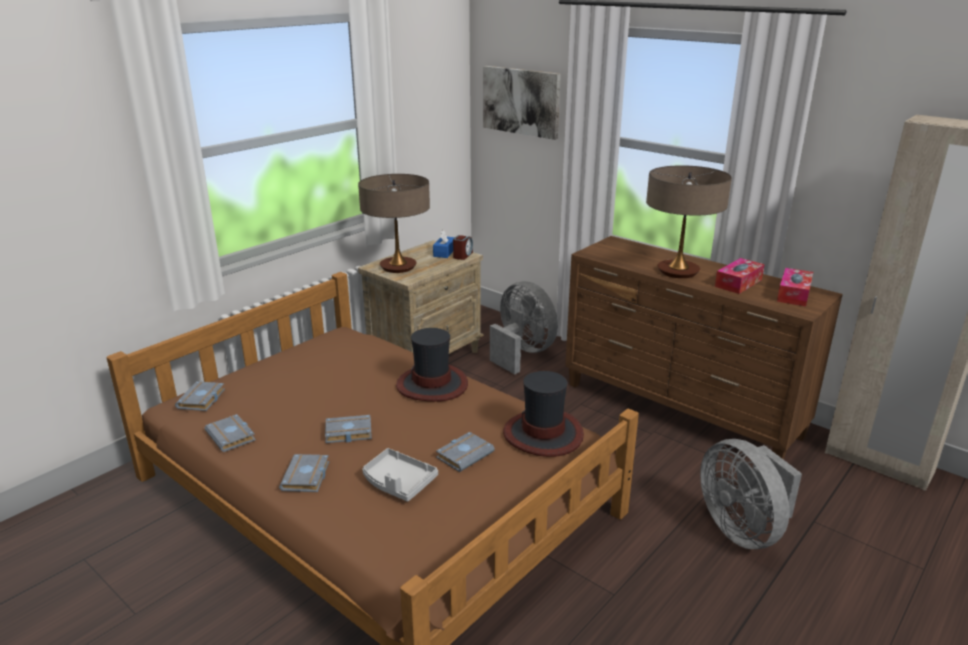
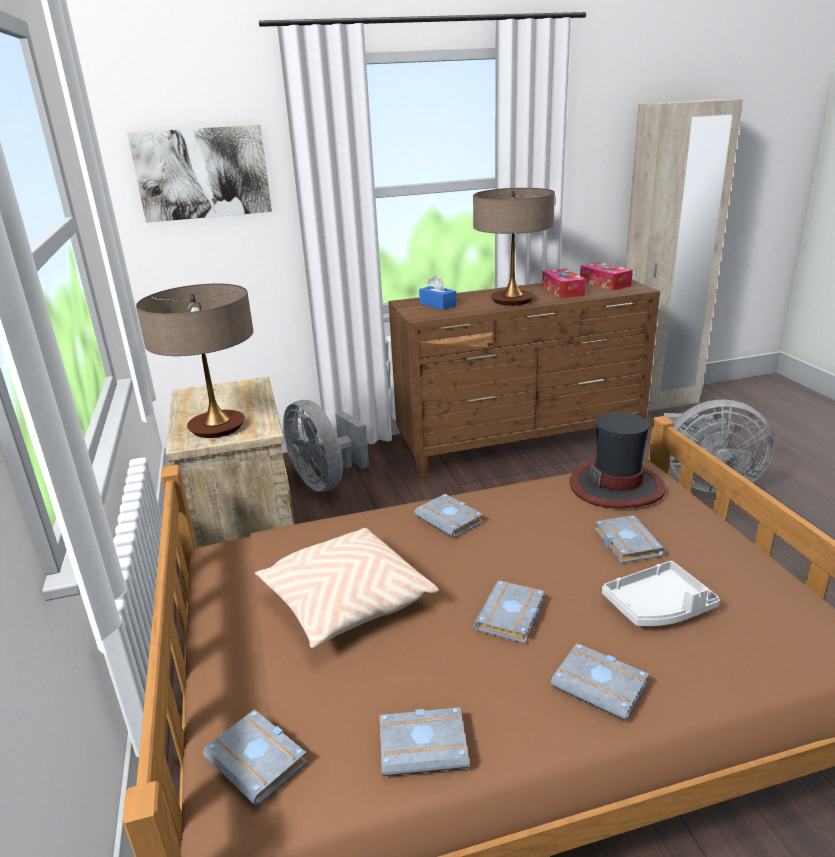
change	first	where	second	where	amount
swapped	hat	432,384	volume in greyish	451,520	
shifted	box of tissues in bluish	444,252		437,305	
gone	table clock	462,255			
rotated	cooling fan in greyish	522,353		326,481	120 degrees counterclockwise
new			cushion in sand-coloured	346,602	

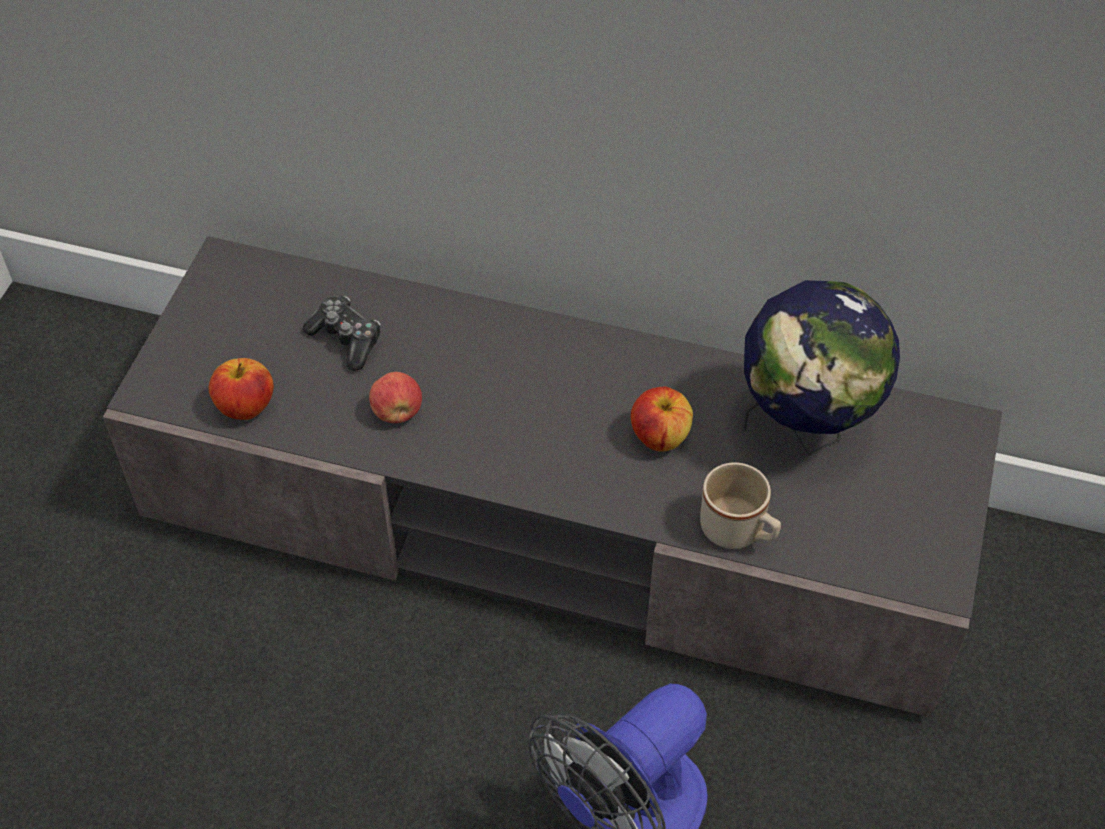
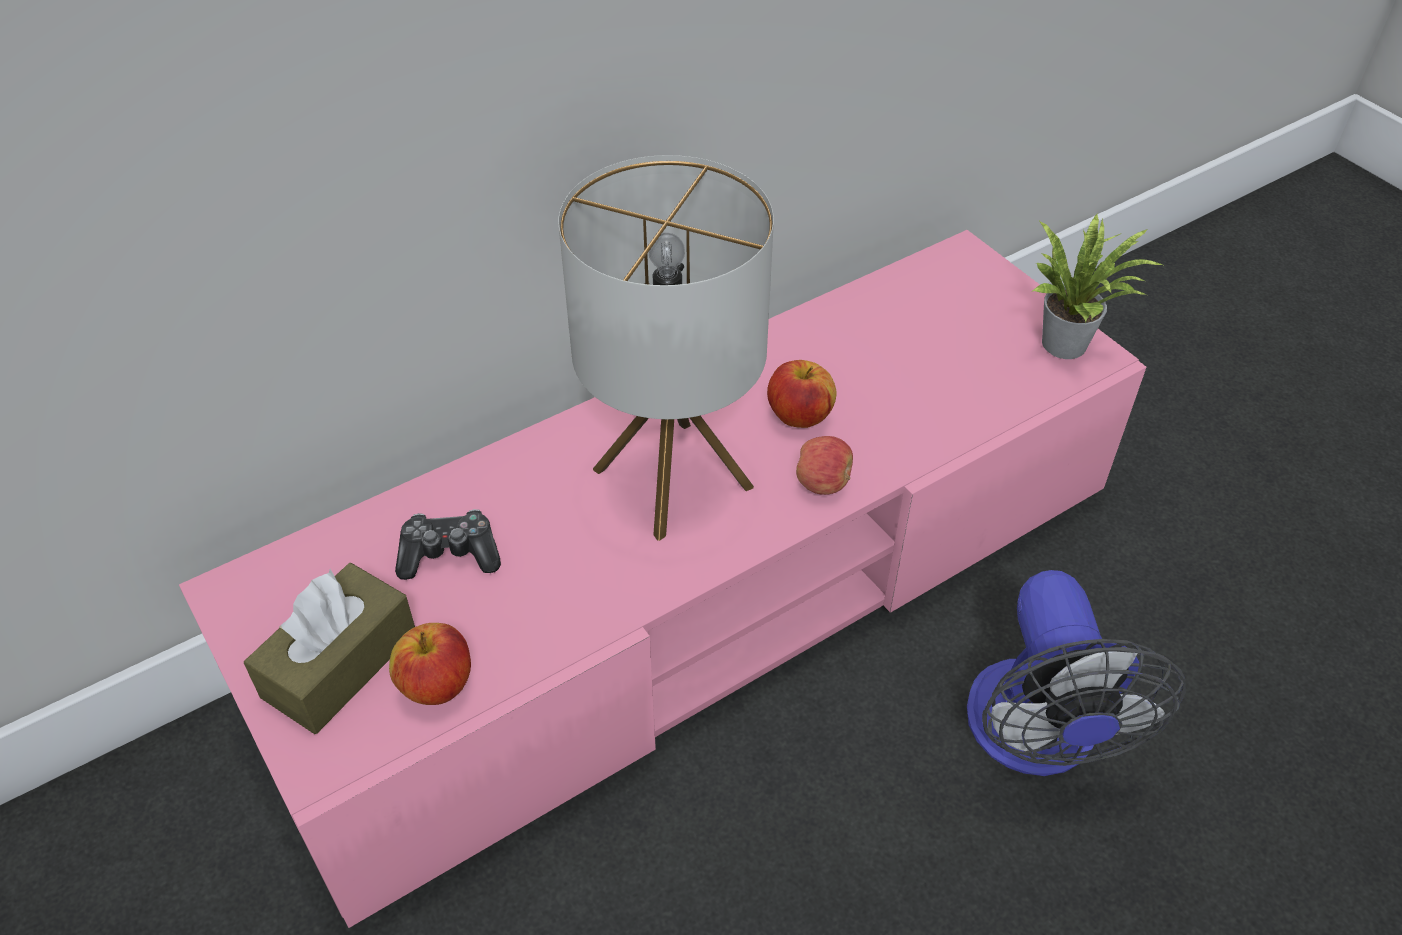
change	first	where	second	where	amount
repainted	tv unit in greyish	552,519	tv unit in pink-coloured	701,594	
shifted	whole apple	397,412		823,483	
gone	tea mug in sand-coloured	739,532			
gone	world globe	805,429			
new			box of tissues in brownish	340,664	
new			lamp for a table	673,478	
new			houseplant	1070,343	

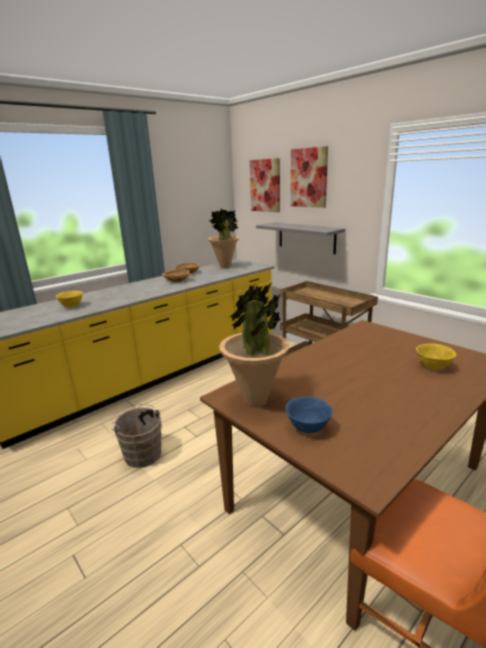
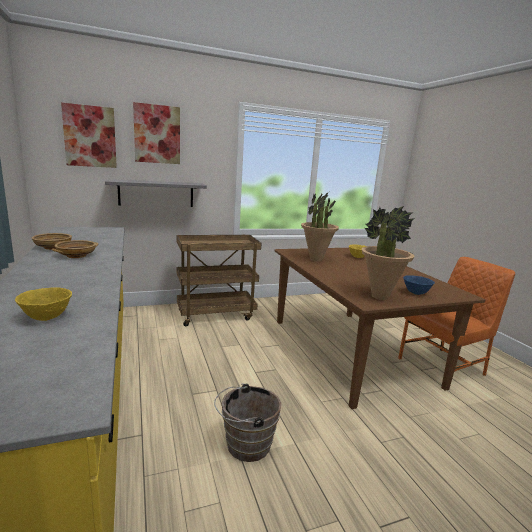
change	first	where	second	where	amount
shifted	houseplant	225,267		315,259	

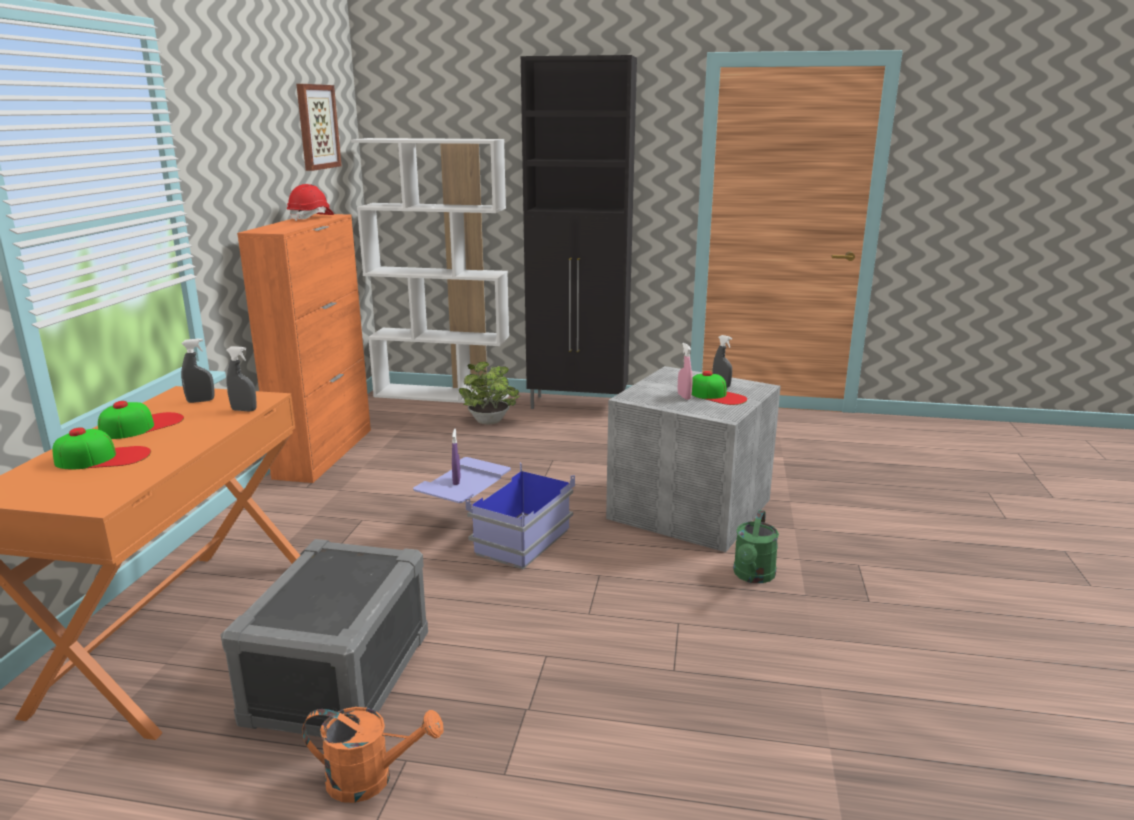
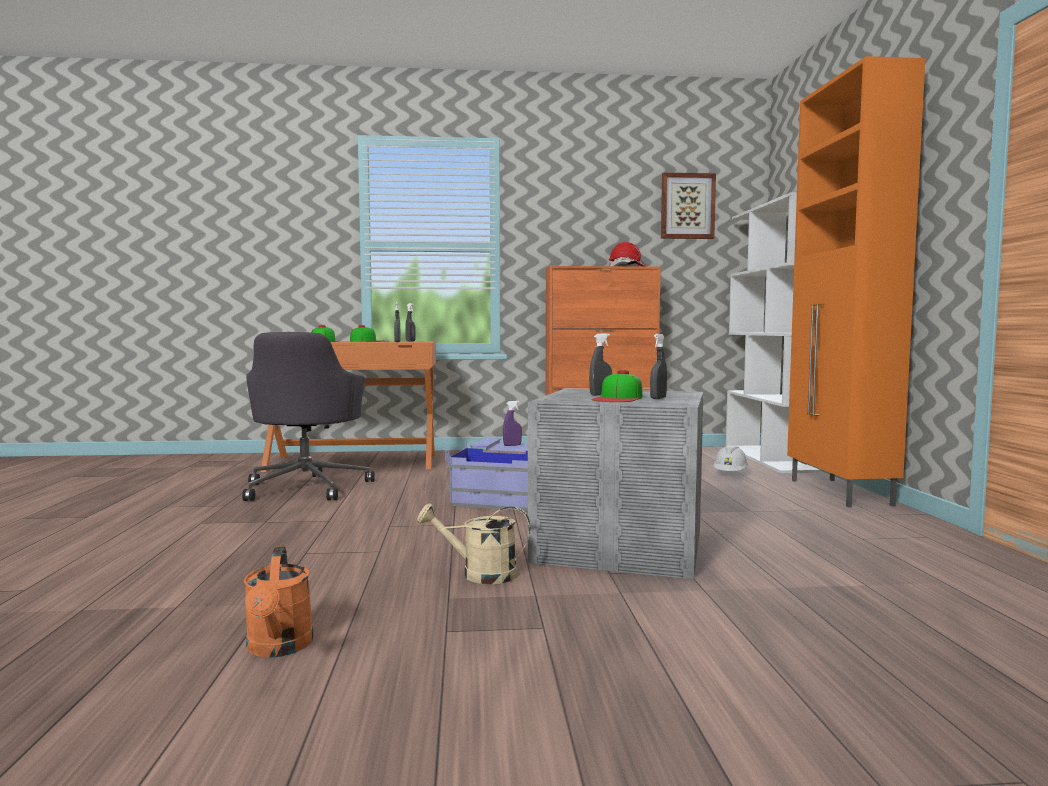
change	first	where	second	where	amount
swapped	storage box in greyish	340,678	office chair in greyish	307,487	
shifted	watering can in orange-coloured	371,779		279,648	
swapped	houseplant	490,422	work helmet in white	730,474	
repainted	cabinet in black-coloured	579,405	cabinet in orange-coloured	839,493	
repainted	hand sprayer in pink-coloured	684,396	hand sprayer in greyish	600,394	
repainted	watering can in greenish	753,576	watering can in sand-coloured	479,574	

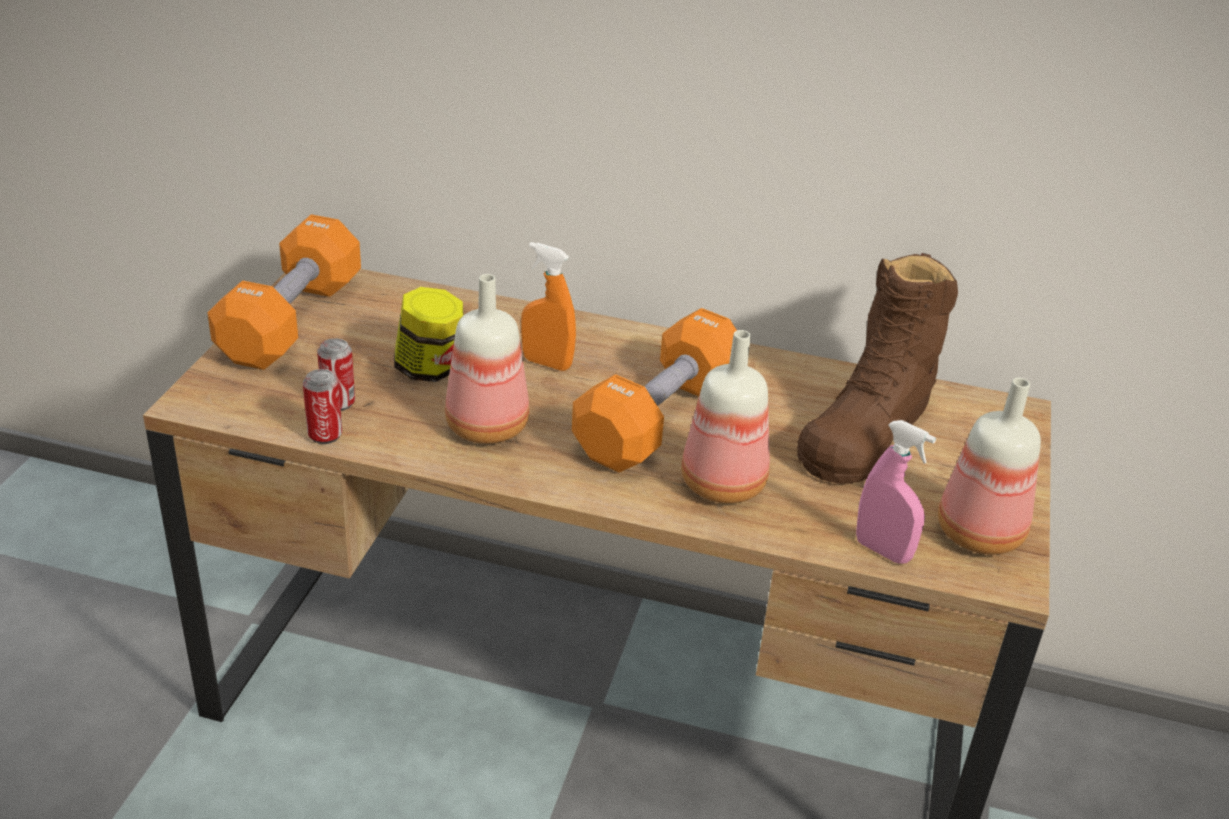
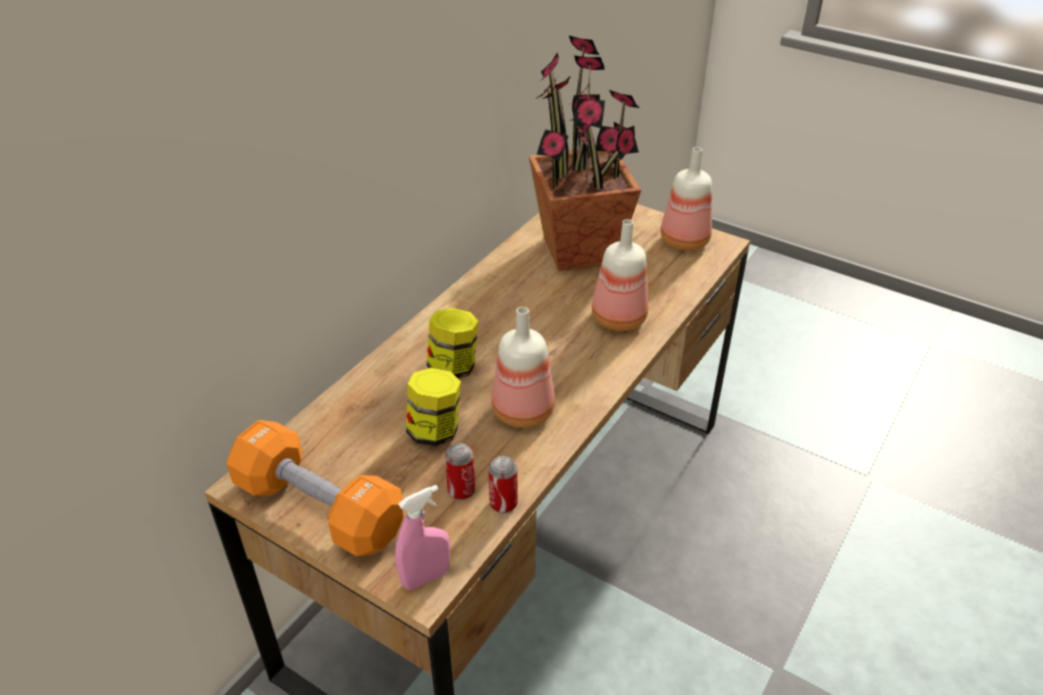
change	first	where	second	where	amount
swapped	hand sprayer in orange-coloured	547,363	preserve jar	453,367	
gone	hand weight in orange-coloured	658,420			
swapped	boot in brownish	867,429	houseplant	580,251	
shifted	hand sprayer in pink-coloured	882,551		426,577	

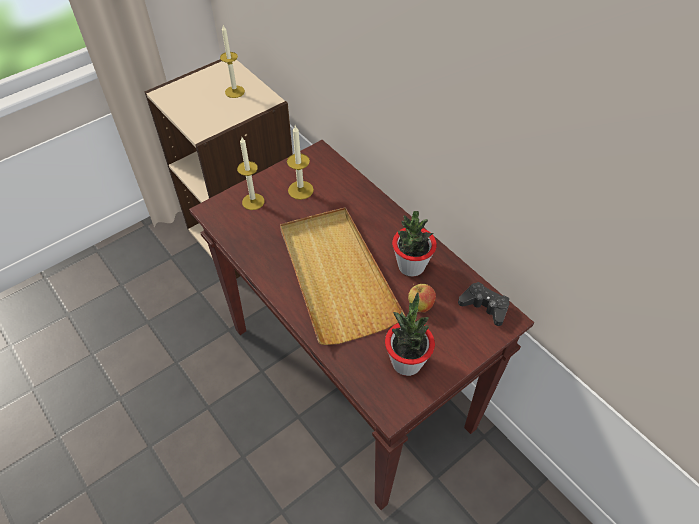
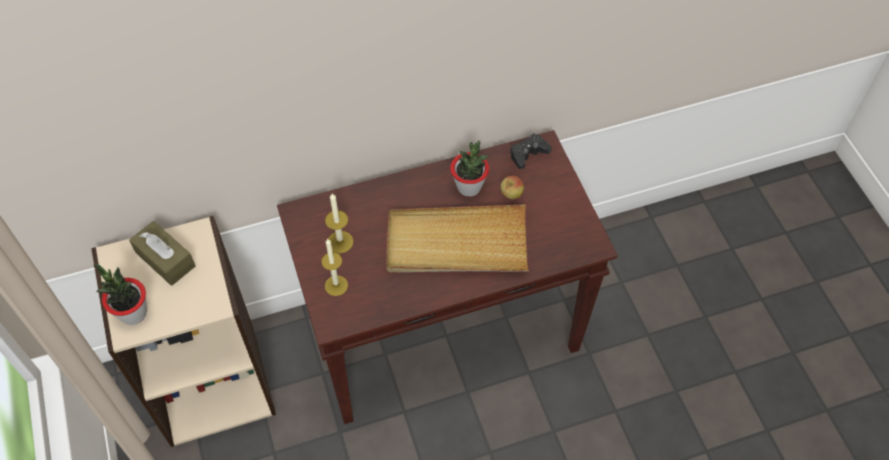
change	first	where	second	where	amount
swapped	wax candle	235,91	box of tissues in brownish	165,259	
shifted	houseplant	406,362		133,313	

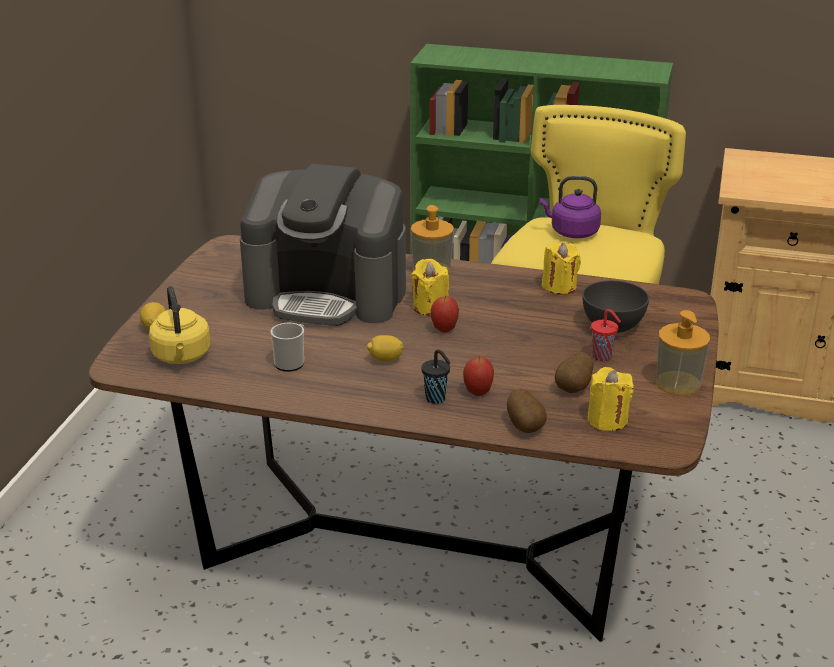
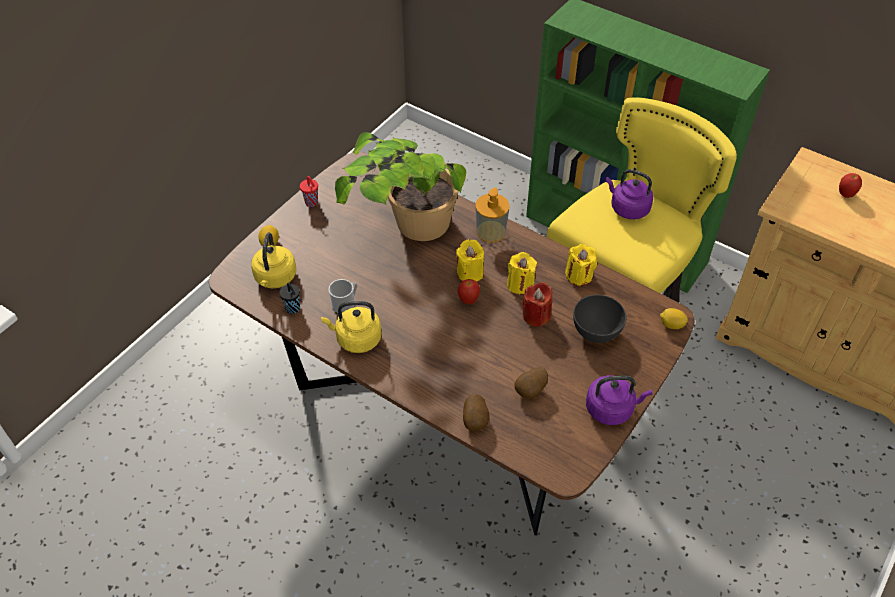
change	first	where	second	where	amount
swapped	coffee machine	328,294	houseplant	403,238	
shifted	citrus fruit	385,360		671,325	
shifted	drinking cup in black-coloured	436,399		293,309	
shifted	whole apple	478,392		845,195	
shifted	wax candle in yellow	607,420		520,284	
shifted	drinking cup in red-coloured	603,357		312,203	
swapped	soap bottle	678,383	kettle in purplish	611,409	
new			kettle in yellow	356,339	
new			wax candle in red-coloured	536,316	

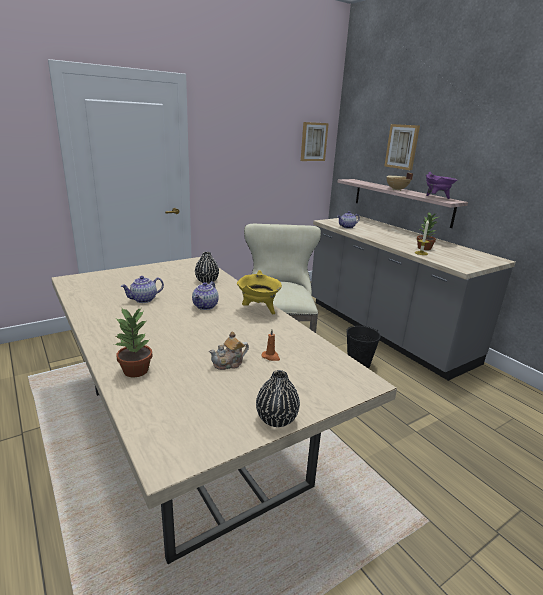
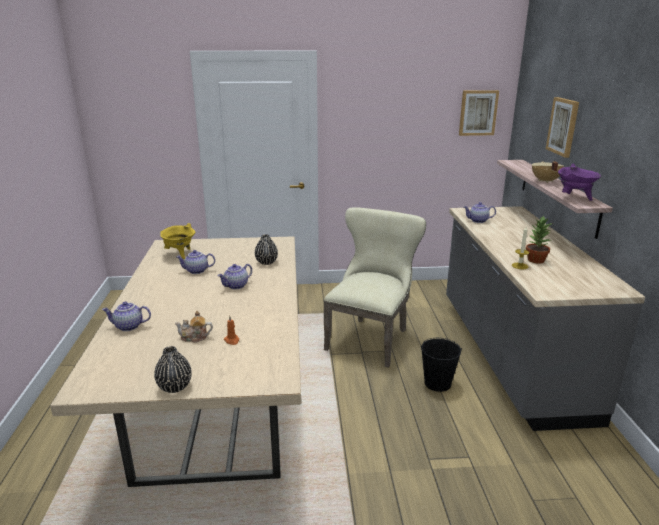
change	first	where	second	where	amount
swapped	houseplant	136,371	teapot	128,327	
shifted	cooking pot in yellow	259,310		180,254	

